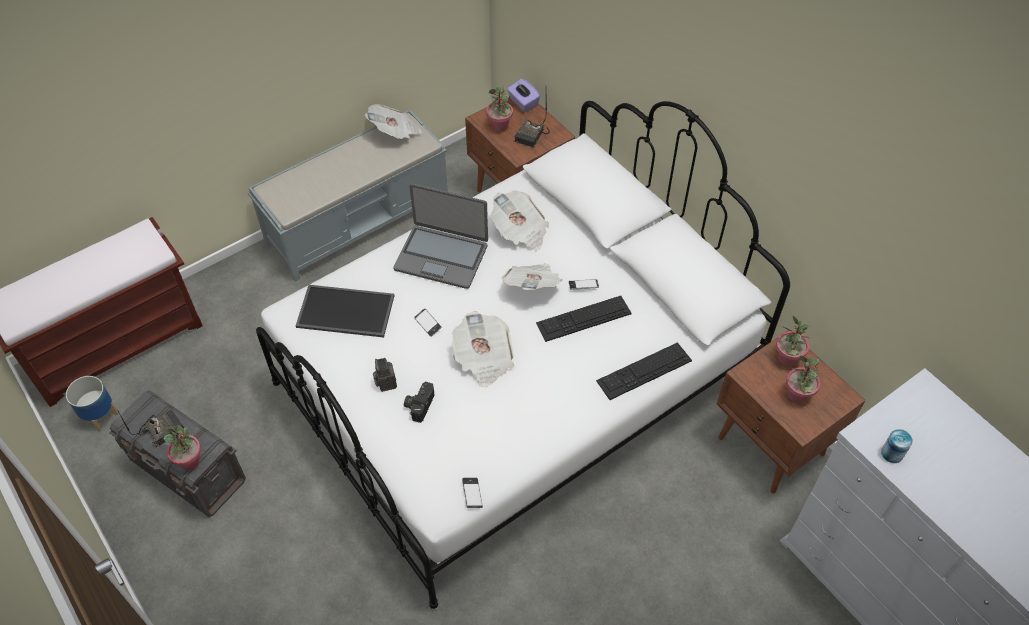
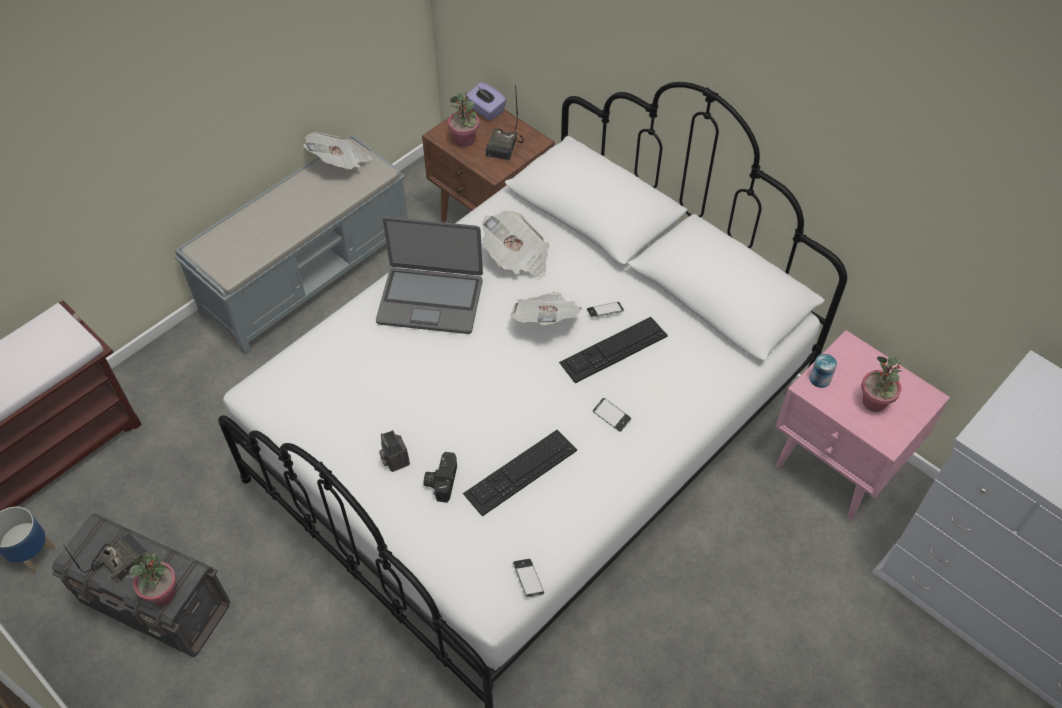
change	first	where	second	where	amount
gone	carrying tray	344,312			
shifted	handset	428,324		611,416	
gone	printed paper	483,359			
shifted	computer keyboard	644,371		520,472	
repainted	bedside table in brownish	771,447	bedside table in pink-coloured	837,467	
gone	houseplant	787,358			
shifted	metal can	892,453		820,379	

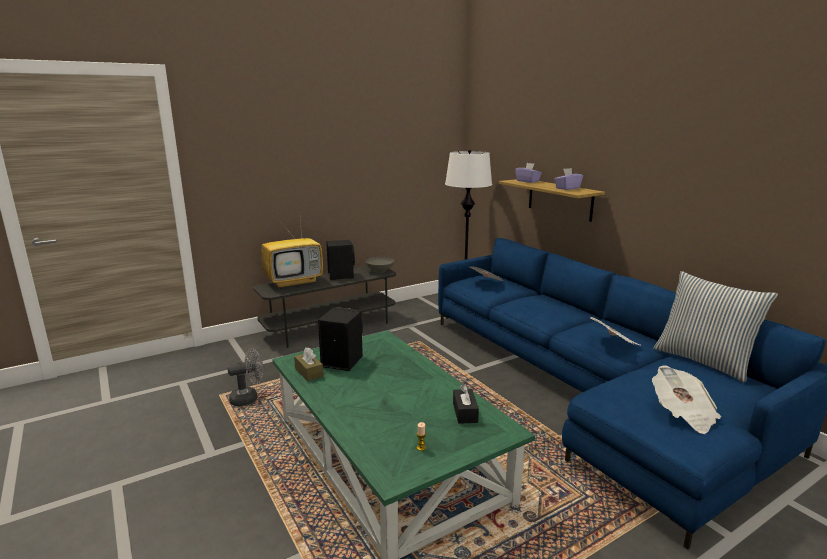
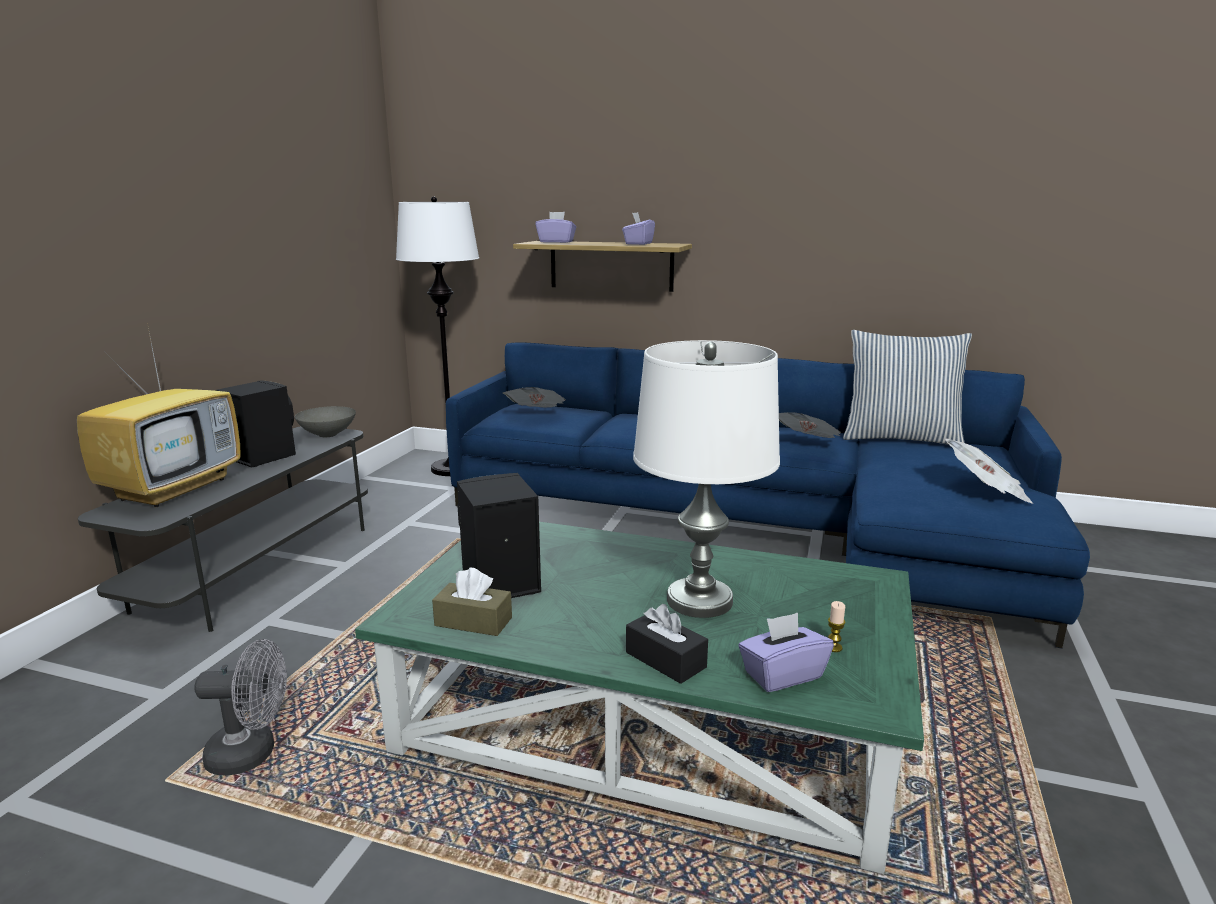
change	first	where	second	where	amount
rotated	cooling fan in greyish	248,398		252,754	60 degrees clockwise
shifted	box of tissues in black-coloured	465,412		665,660	
new			lamp for a table in white	699,600	
new			box of tissues in purplish	782,674	

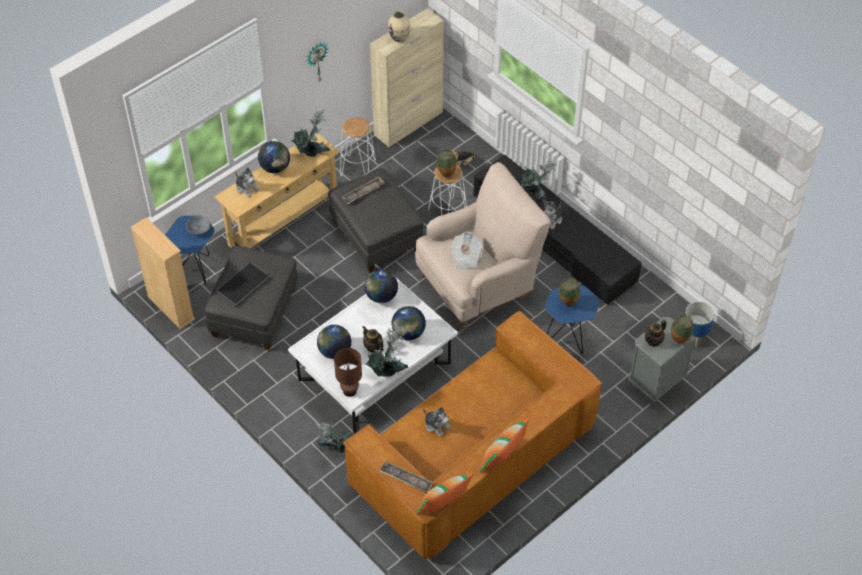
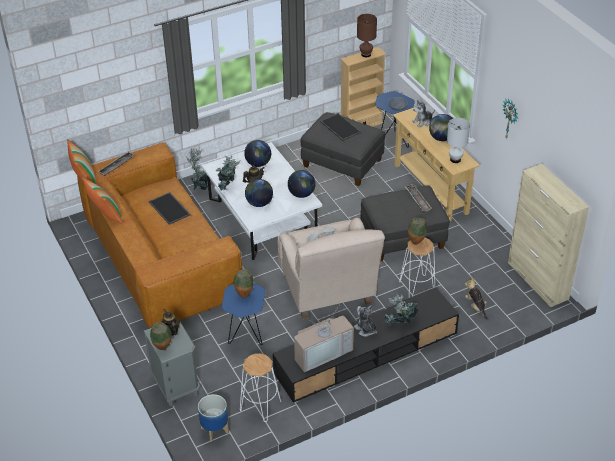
change	first	where	second	where	amount
swapped	houseplant	312,152	lamp for a table in white	455,160	
shifted	lamp for a table in brownish	350,391		365,54	
shifted	sitting stool in white	358,167		260,406	
gone	decorative vase in sand-coloured	399,38			
swapped	plush toy	436,425	carrying tray	170,208	
new			TV set	322,352	

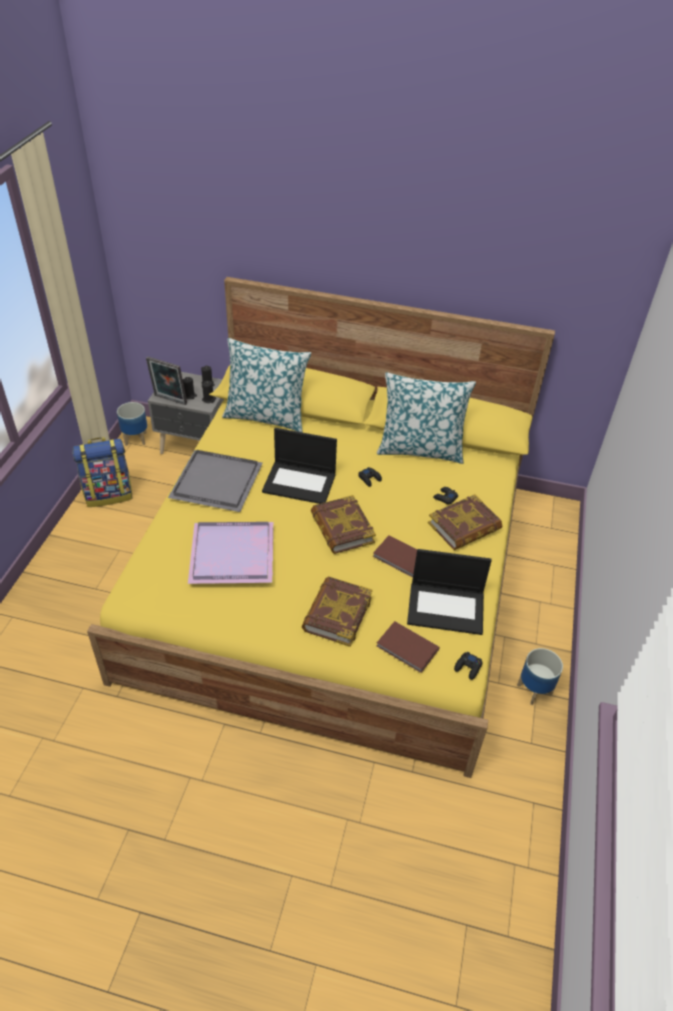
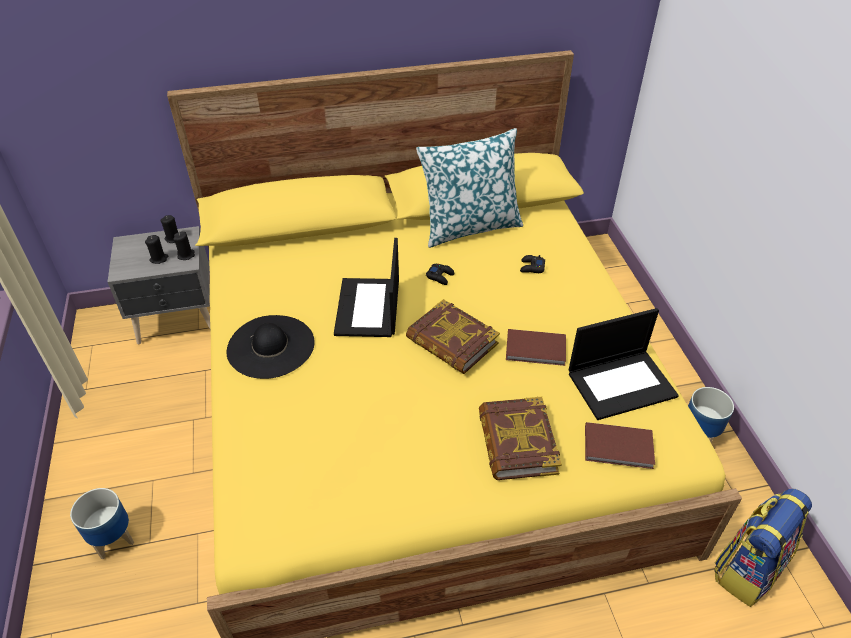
change	first	where	second	where	amount
shifted	backpack	109,494		747,568	
shifted	planter	135,439		113,539	
gone	picture frame	169,400			
swapped	carrying tray in greyish	217,483	hat in black-coloured	271,346	
gone	carrying tray in purplish	233,555			
gone	cushion	266,416			
rotated	notebook computer	300,482		368,308	105 degrees clockwise
gone	volume	464,527			
gone	gamepad in black-coloured	468,667			

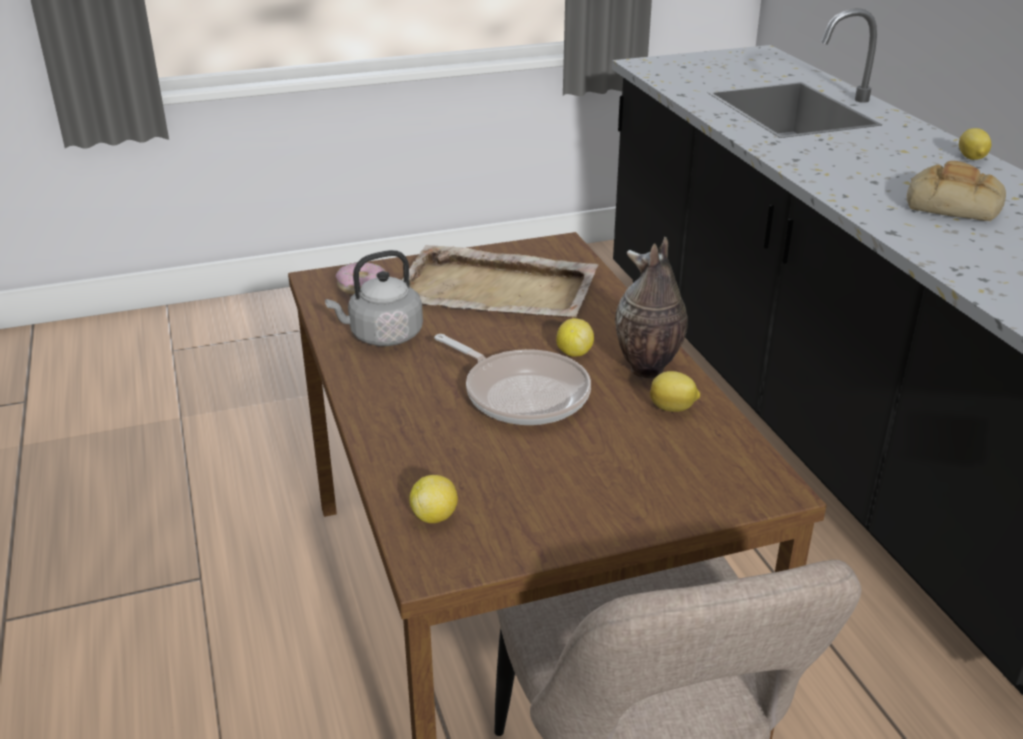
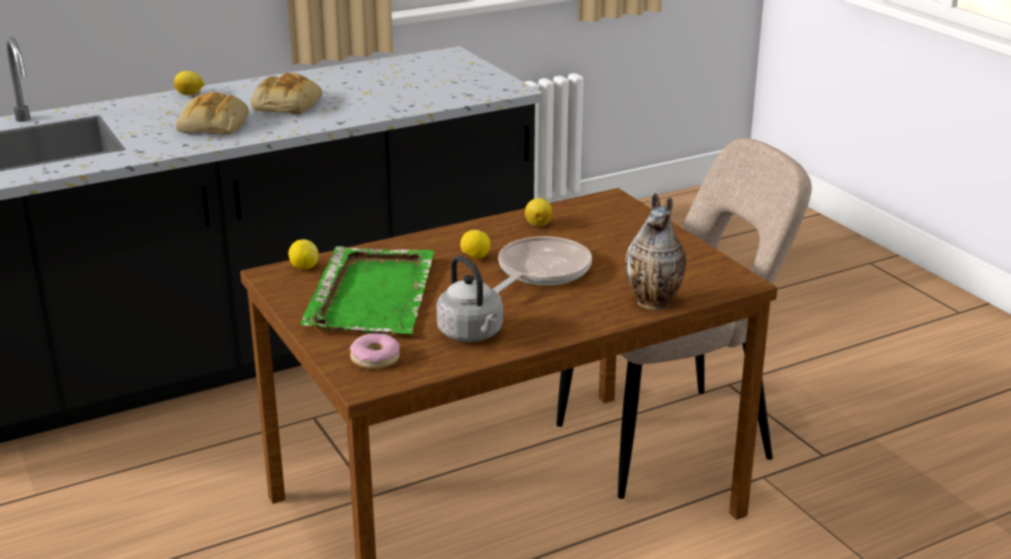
change	first	where	second	where	amount
repainted	carrying tray in sand-coloured	497,290	carrying tray in greenish	372,294	
shifted	citrus fruit	434,516		304,267	
shifted	decorative vase	647,369		655,303	
new			bread	214,125	

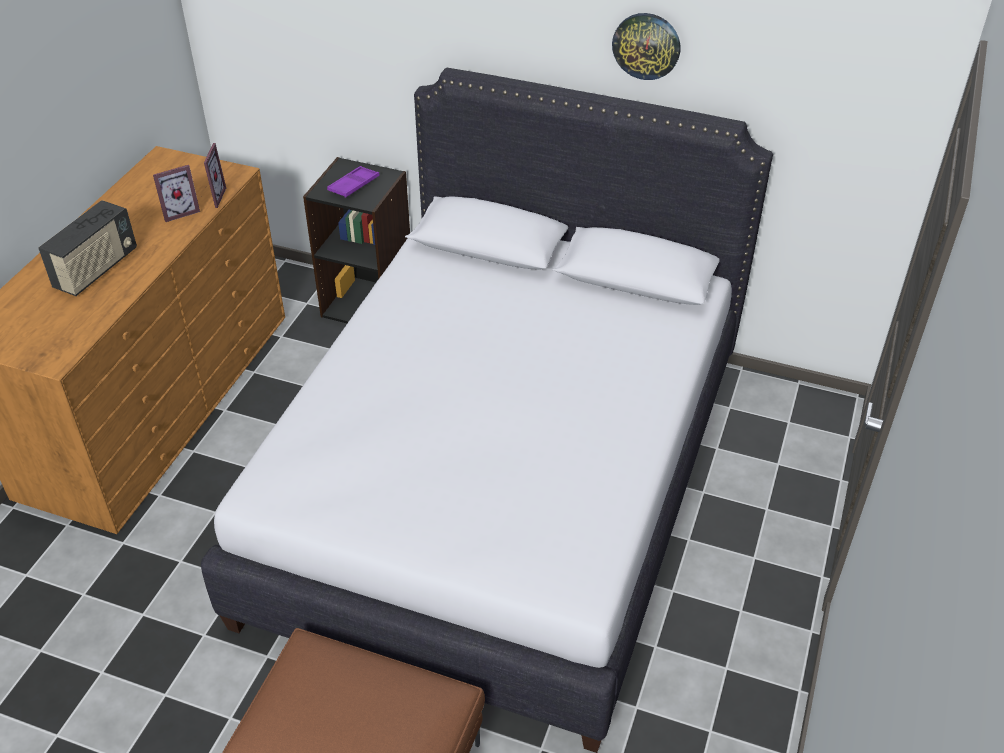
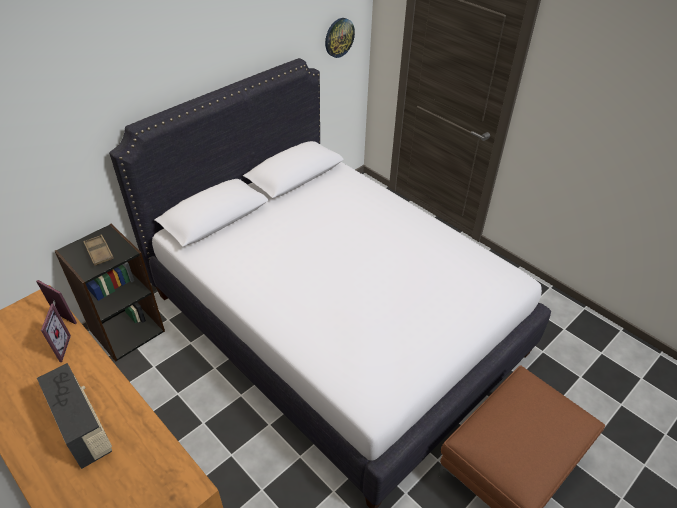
change	first	where	second	where	amount
repainted	carrying tray in purplish	354,185	carrying tray in brownish	99,252	
shifted	wall clock	646,45		339,37	

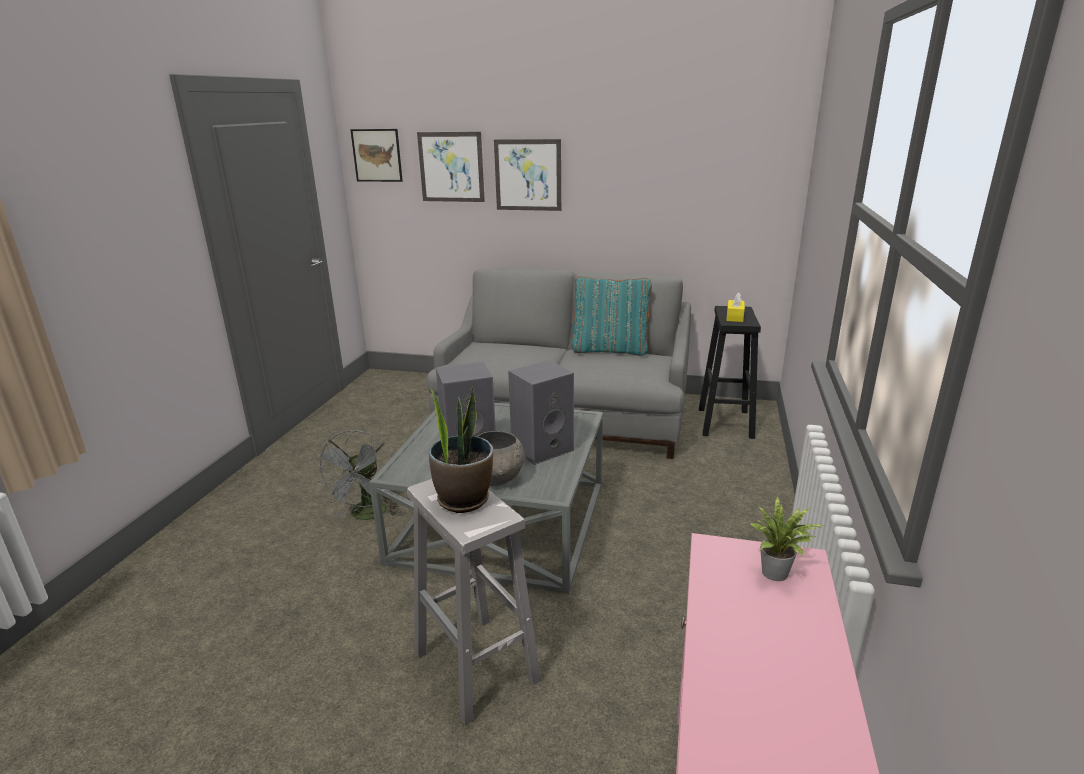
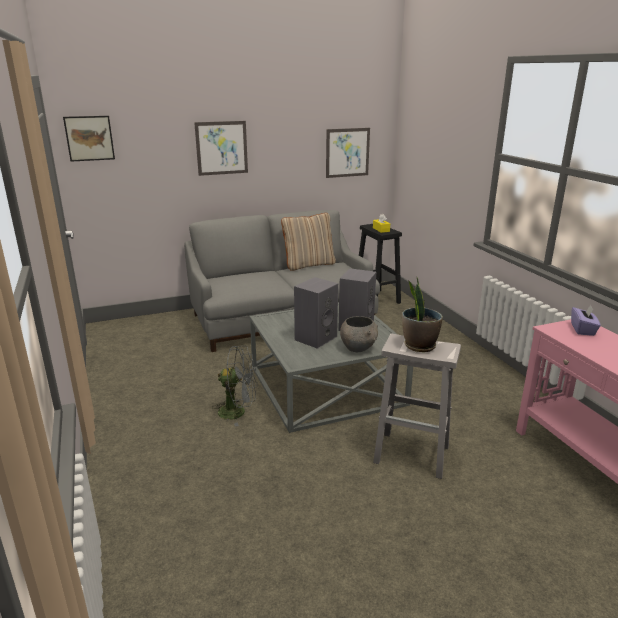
change	first	where	second	where	amount
rotated	cooling fan in greyish	367,516		238,412	60 degrees counterclockwise
shifted	picture	451,167		347,152	
repainted	cushion in turquoise-coloured	610,350	cushion in sand-coloured	309,265	
swapped	houseplant	778,574	box of tissues in purplish	583,330	

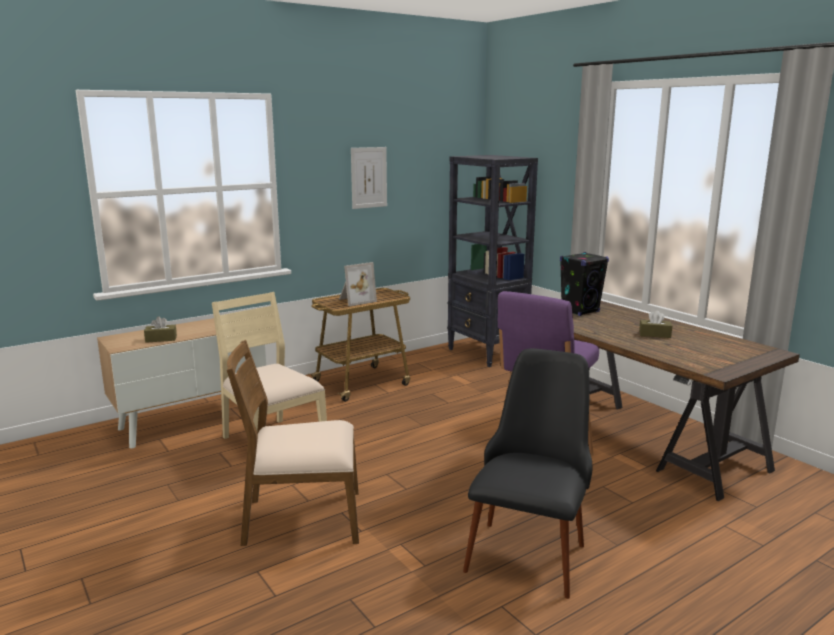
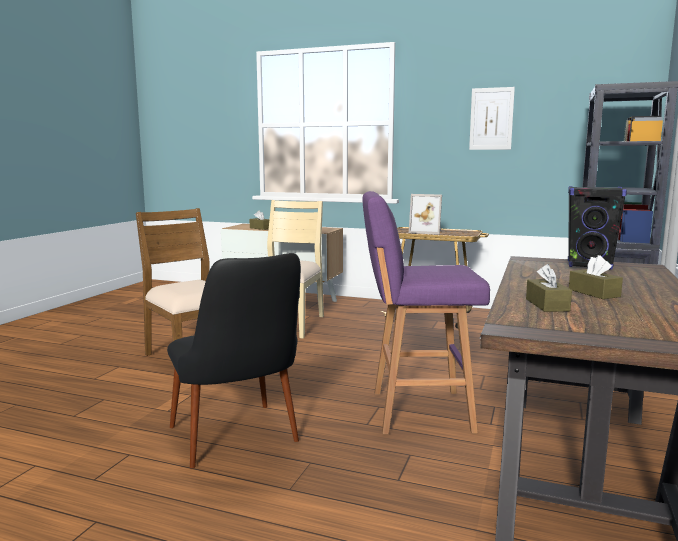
change	first	where	second	where	amount
rotated	plain chair in black-coloured	530,545		240,444	75 degrees clockwise
new			box of tissues in brownish	547,305	

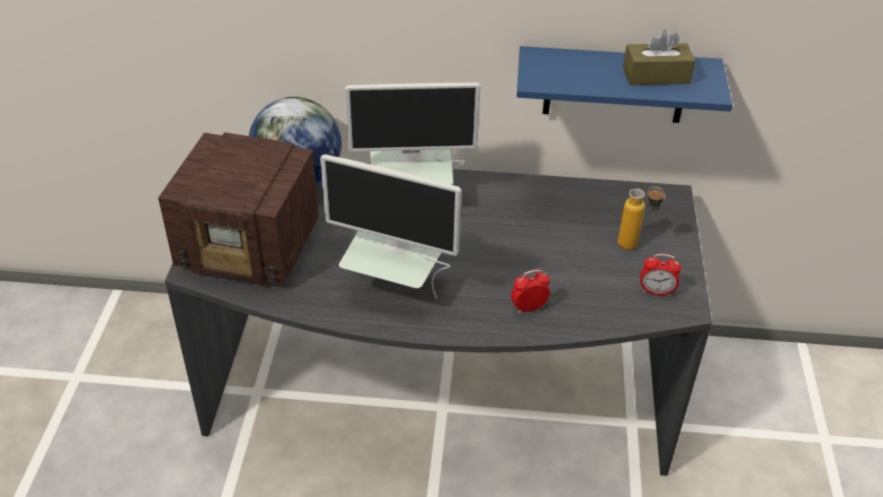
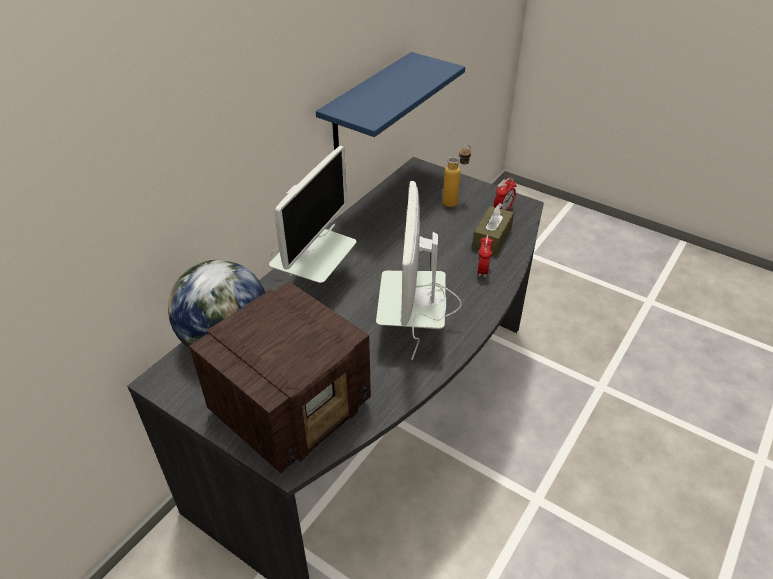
change	first	where	second	where	amount
rotated	computer display	395,287		414,330	135 degrees clockwise
shifted	box of tissues in brownish	656,75		492,238	

